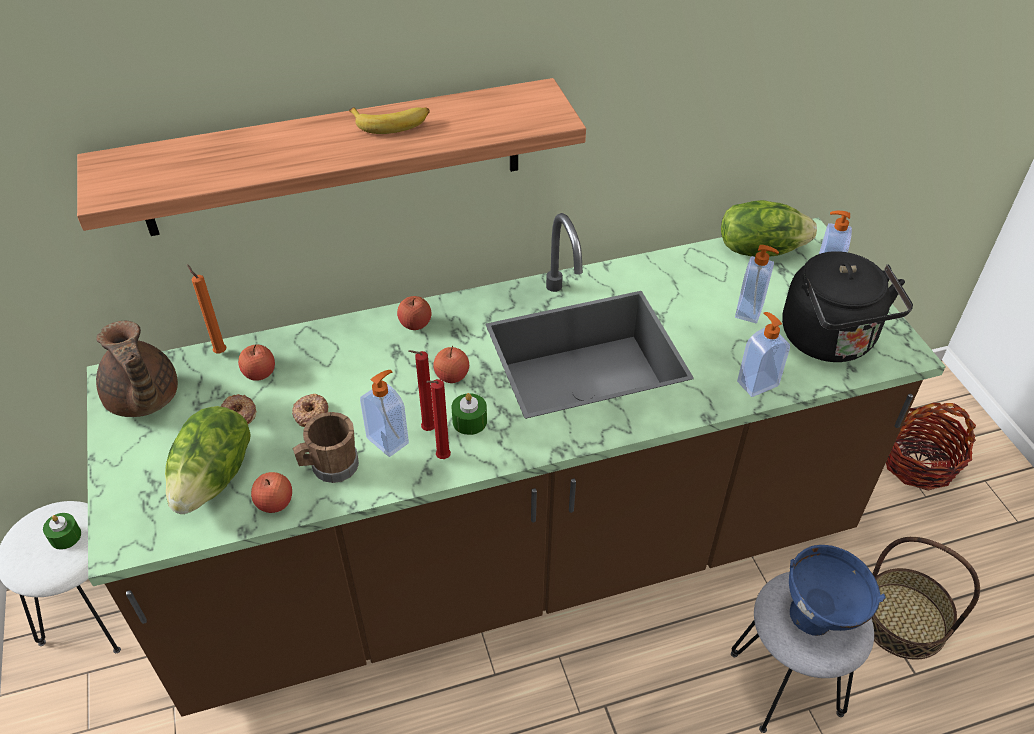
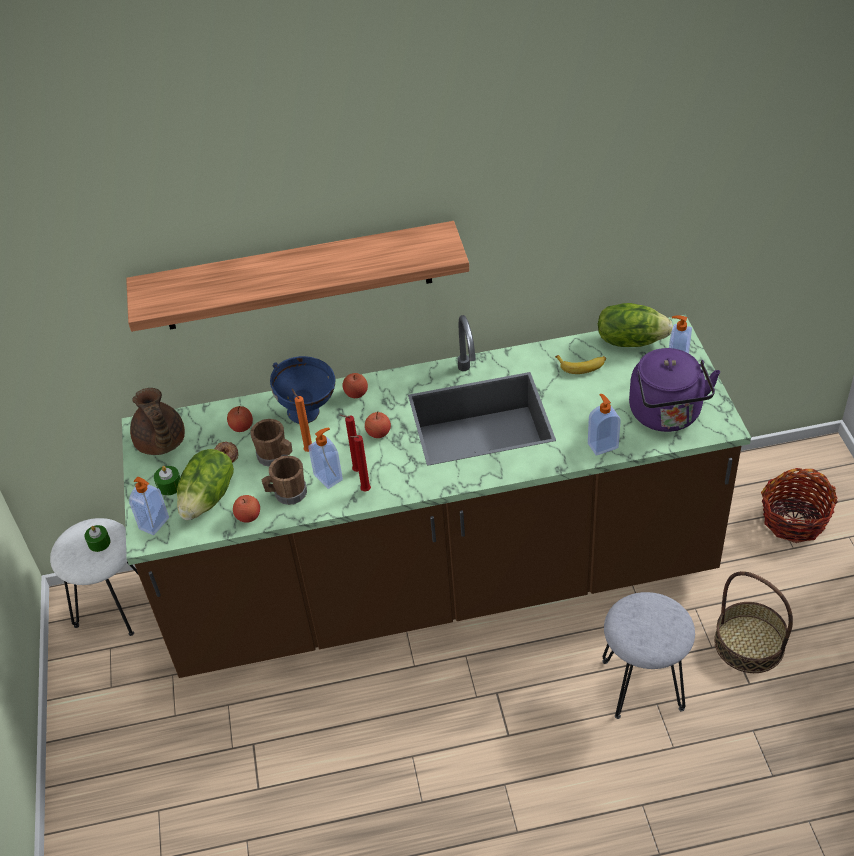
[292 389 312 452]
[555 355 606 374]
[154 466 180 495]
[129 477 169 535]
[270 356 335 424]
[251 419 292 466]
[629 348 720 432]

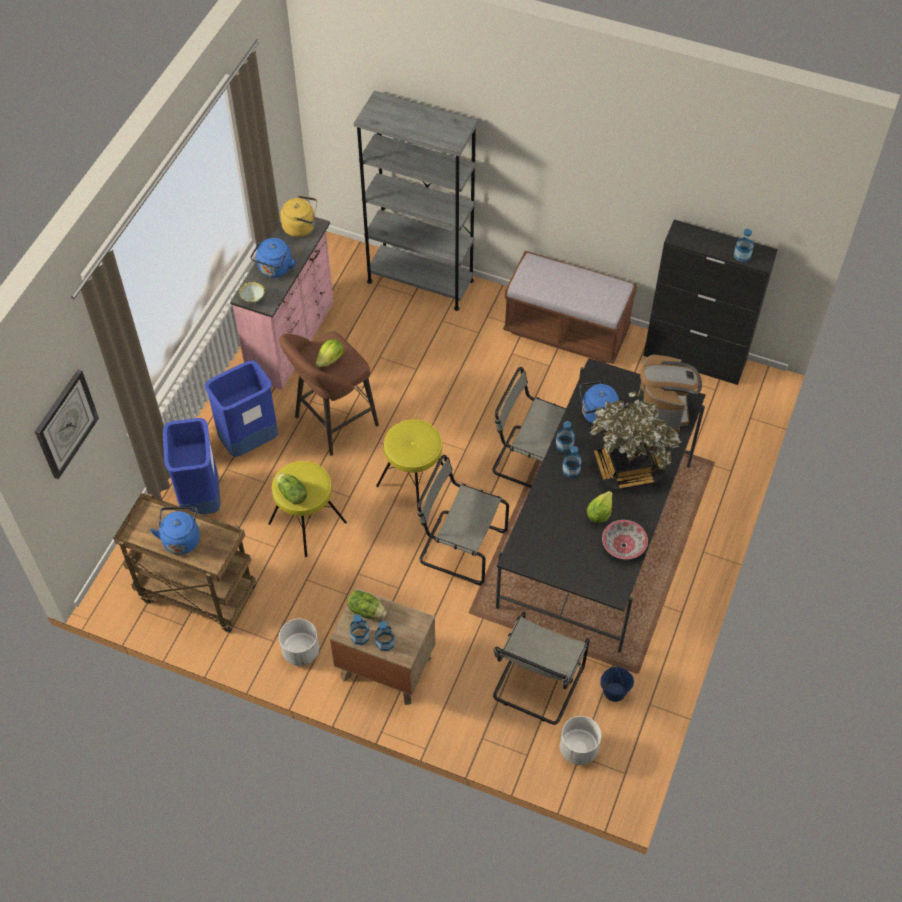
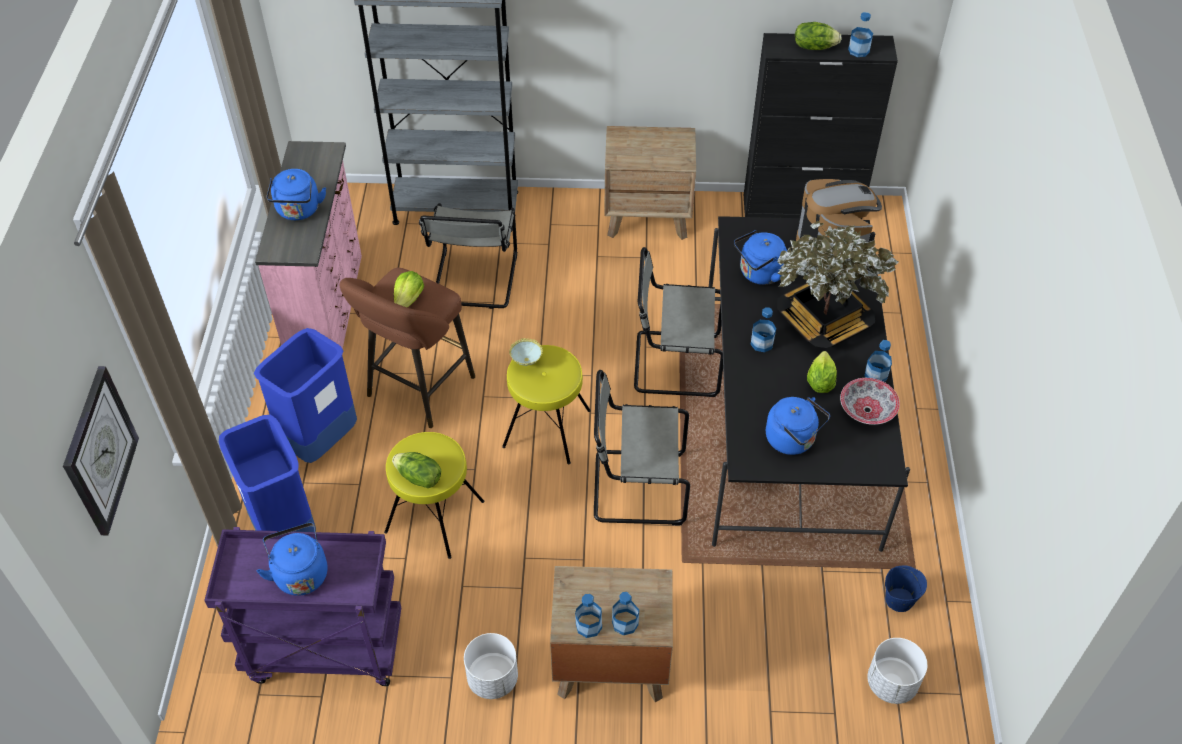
[280 195 317 237] (first image)
[766 397 830 455]
[509 338 543 366]
[795 22 842 50]
[419 203 517 309]
[864 340 892 382]
[604 126 696 240]
[204 527 401 686]

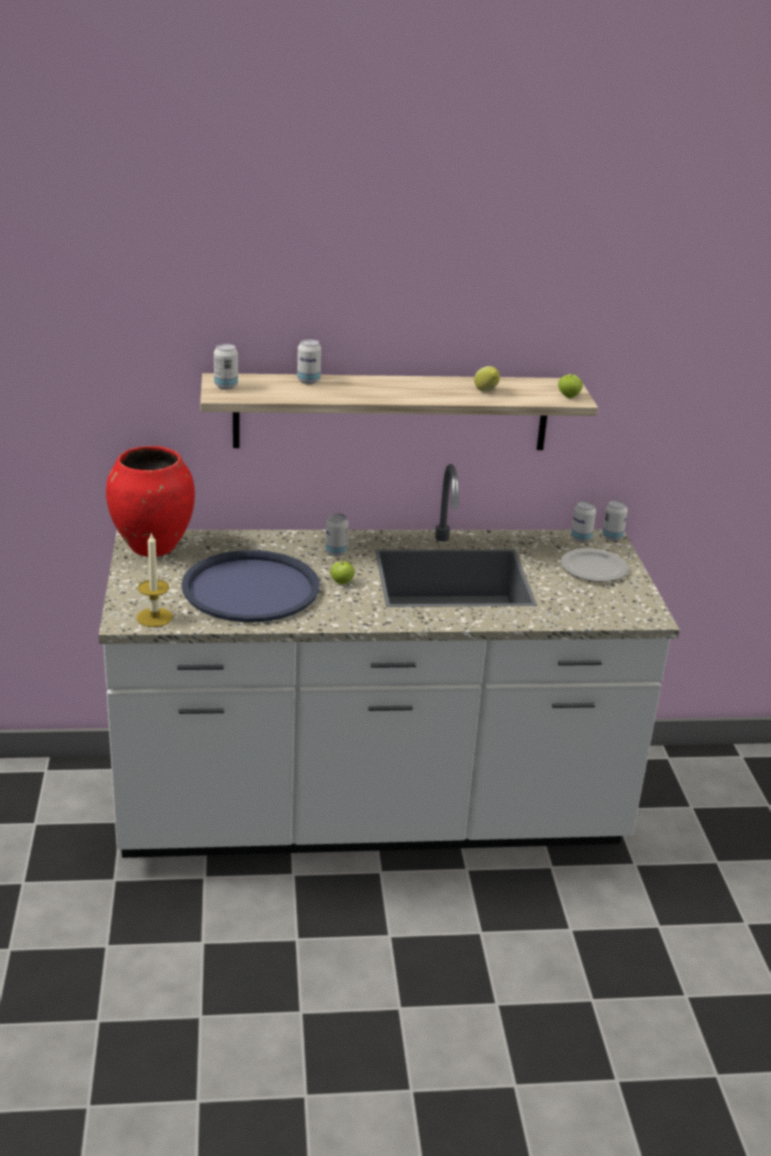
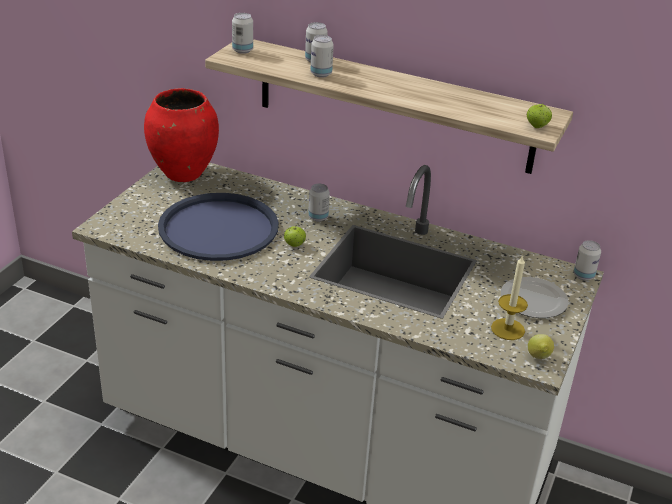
[491 255 528 340]
[528 334 554 359]
[310 35 334 78]

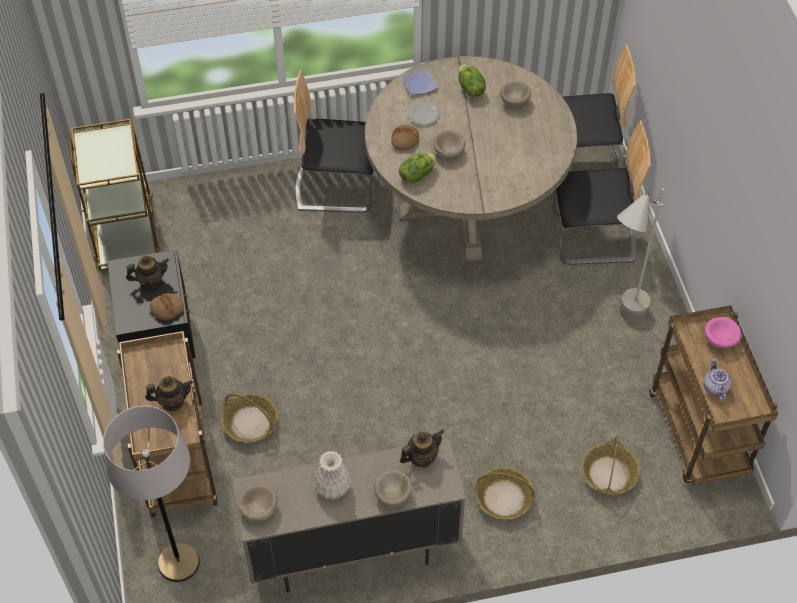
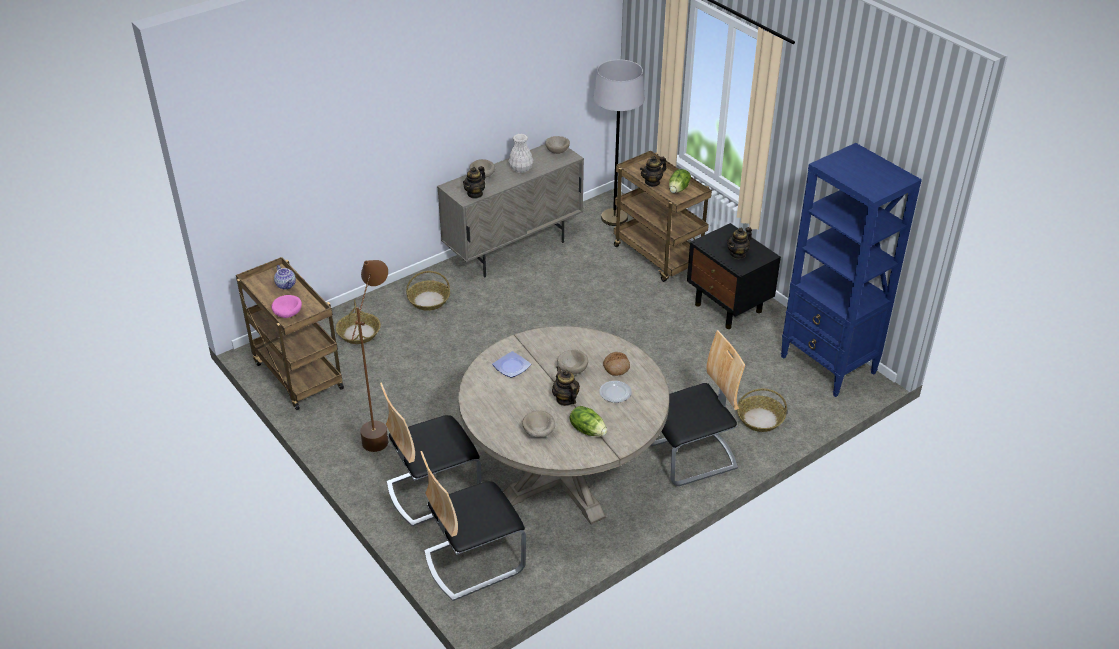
[150 293 184 320] (first image)
[552 366 580 406]
[737 388 787 432]
[669 169 691 193]
[492 351 531 378]
[781 143 922 397]
[352 260 388 452]

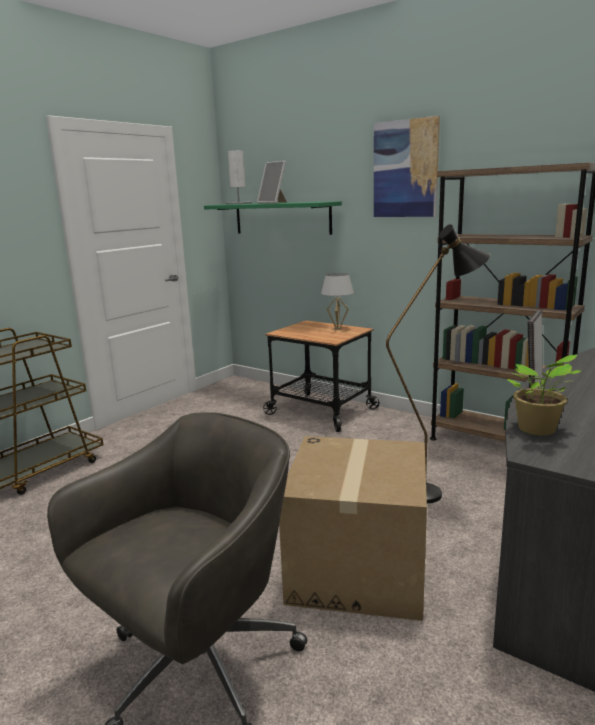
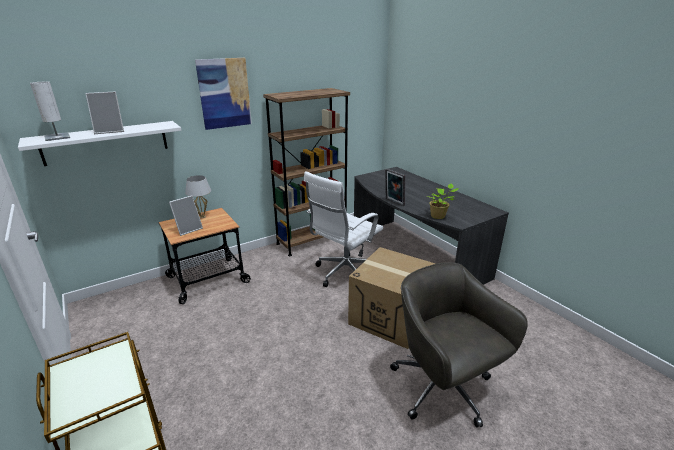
[169 196 203 236]
[304 171 383 287]
[18 121 182 166]

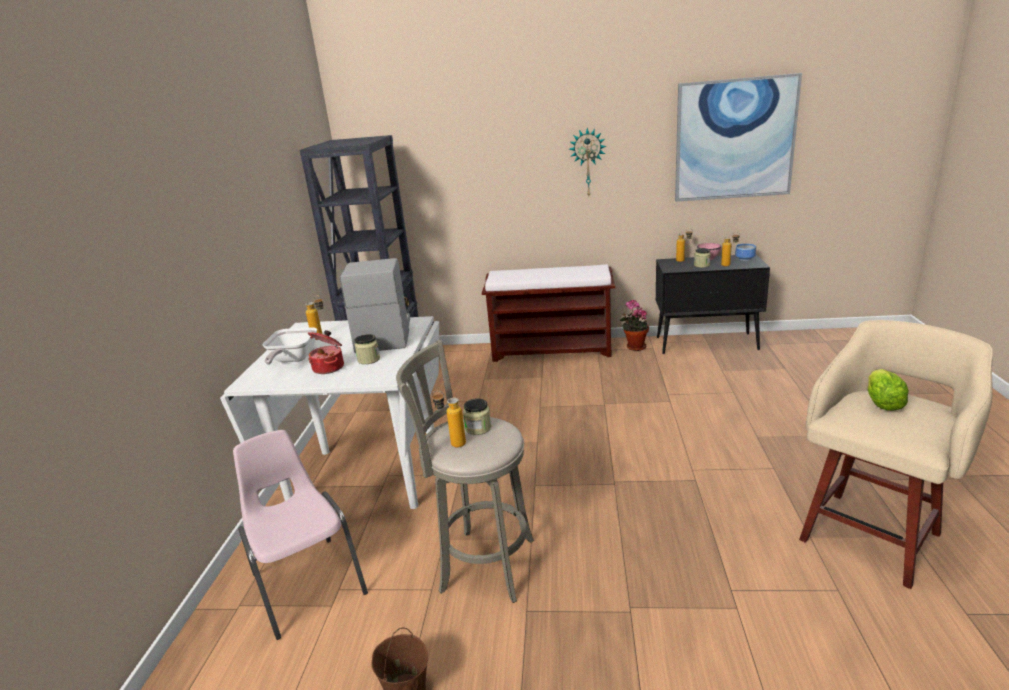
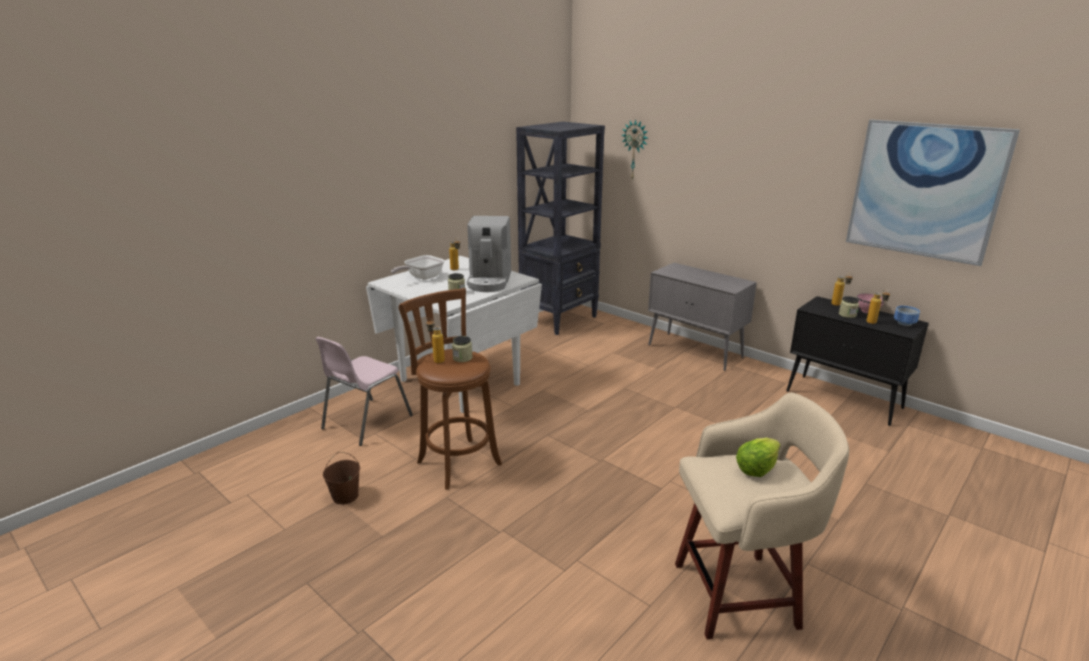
[308 330 344 374] (first image)
[620 300 649 351] (first image)
[621 119 648 180]
[648 263 757 371]
[398 288 502 490]
[315 337 413 446]
[467 216 511 292]

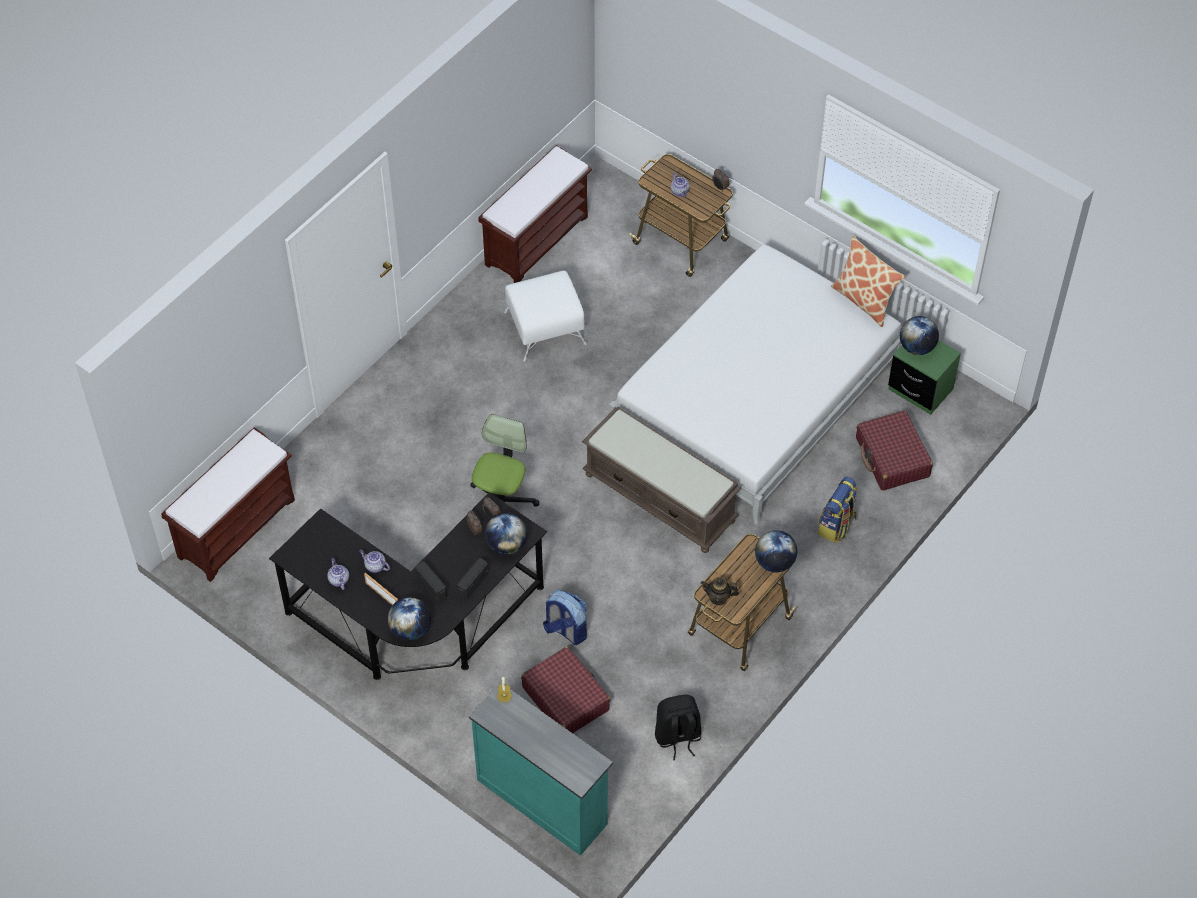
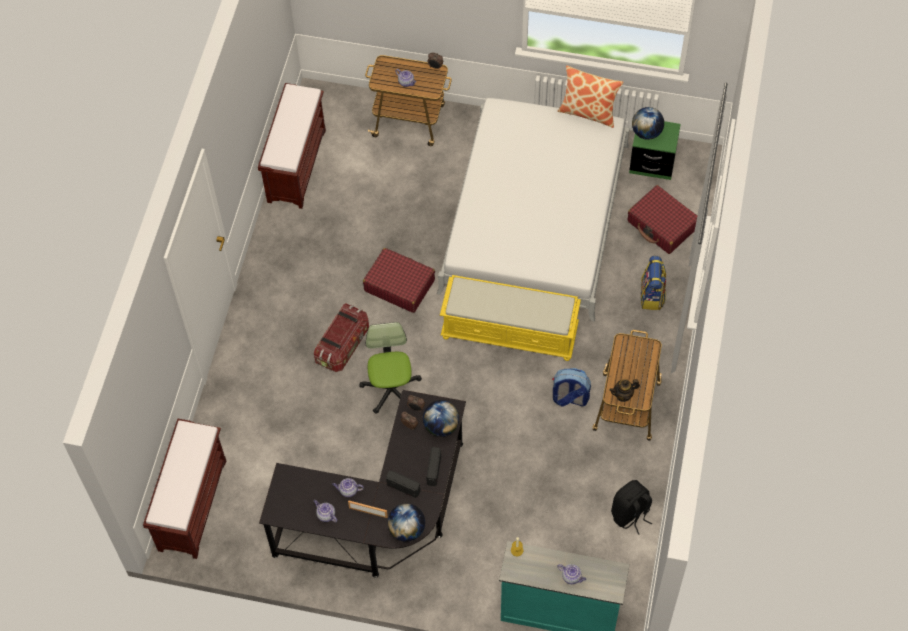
[504 271 587 362] (first image)
[755 530 797 573] (first image)
[314 303 369 372]
[557 564 587 584]
[363 248 435 313]
[552 368 591 407]
[440 275 581 361]

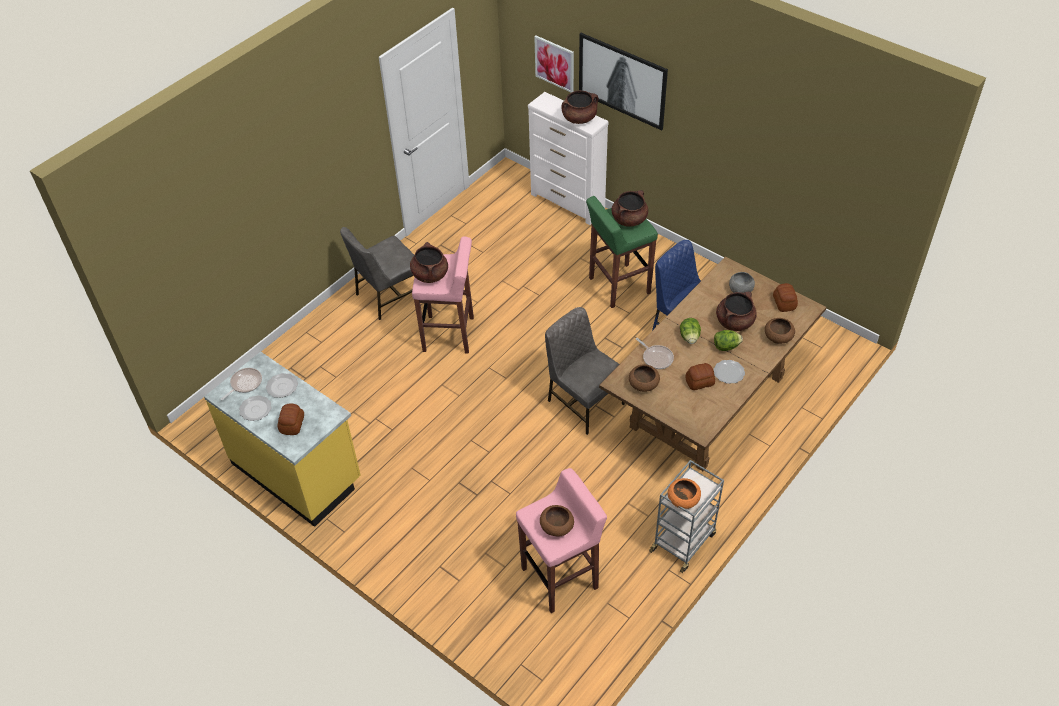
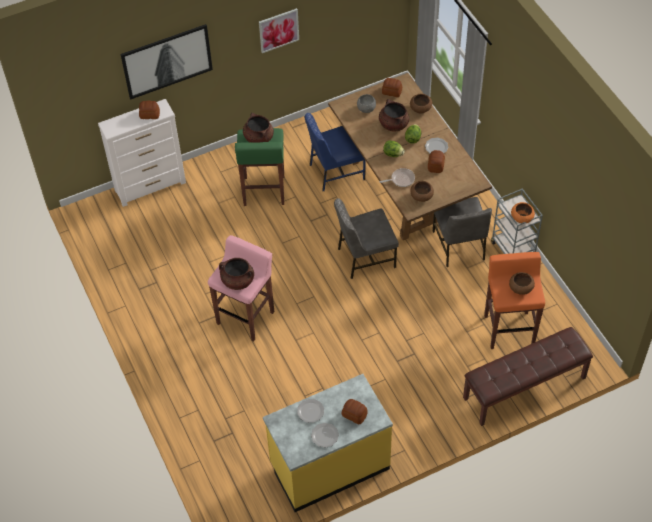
[221 368 262 401] (first image)
[463 327 593 426]
[433 197 492 267]
[259 8 299 53]
[139 101 160 119]
[484 252 545 349]

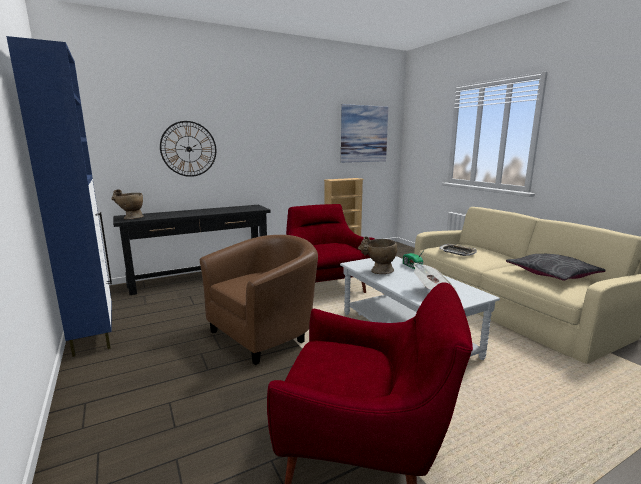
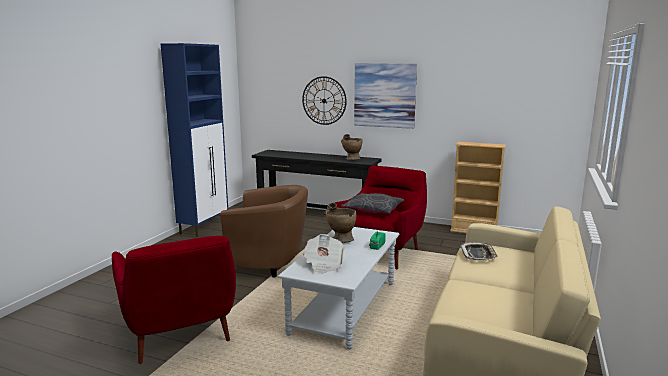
[341 134 362 160]
[354 63 417 129]
[341 193 404 214]

